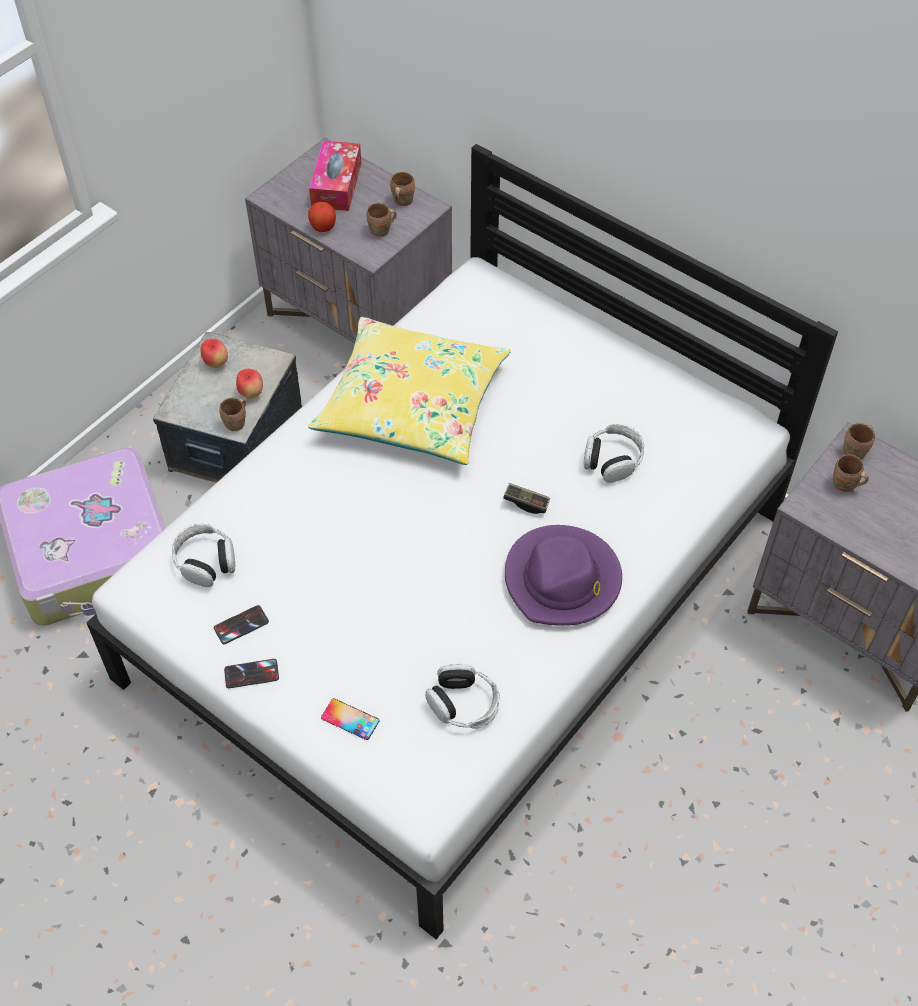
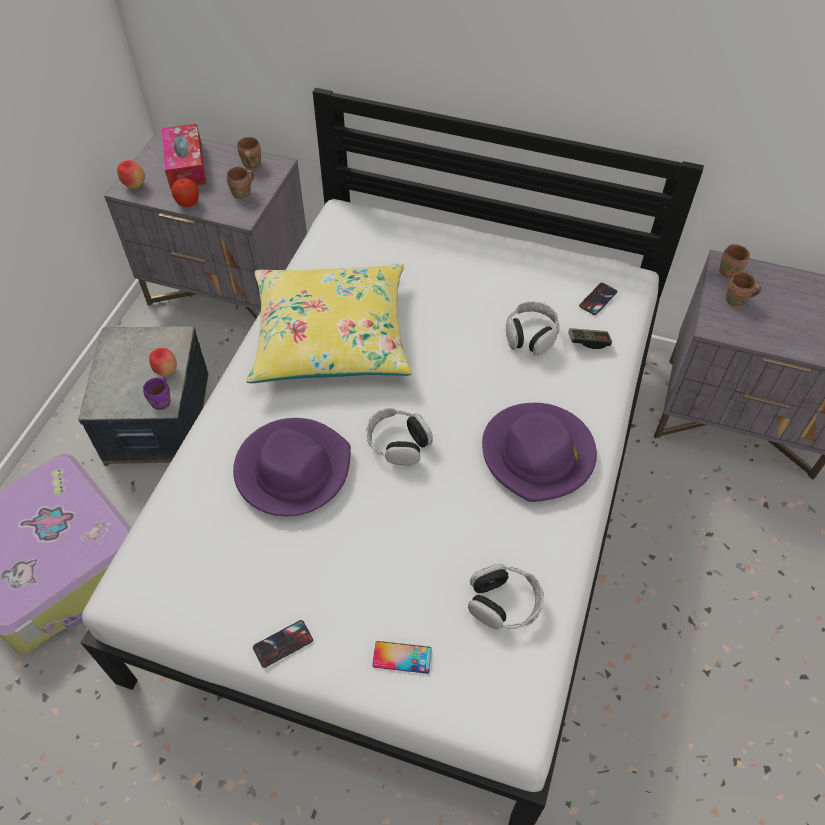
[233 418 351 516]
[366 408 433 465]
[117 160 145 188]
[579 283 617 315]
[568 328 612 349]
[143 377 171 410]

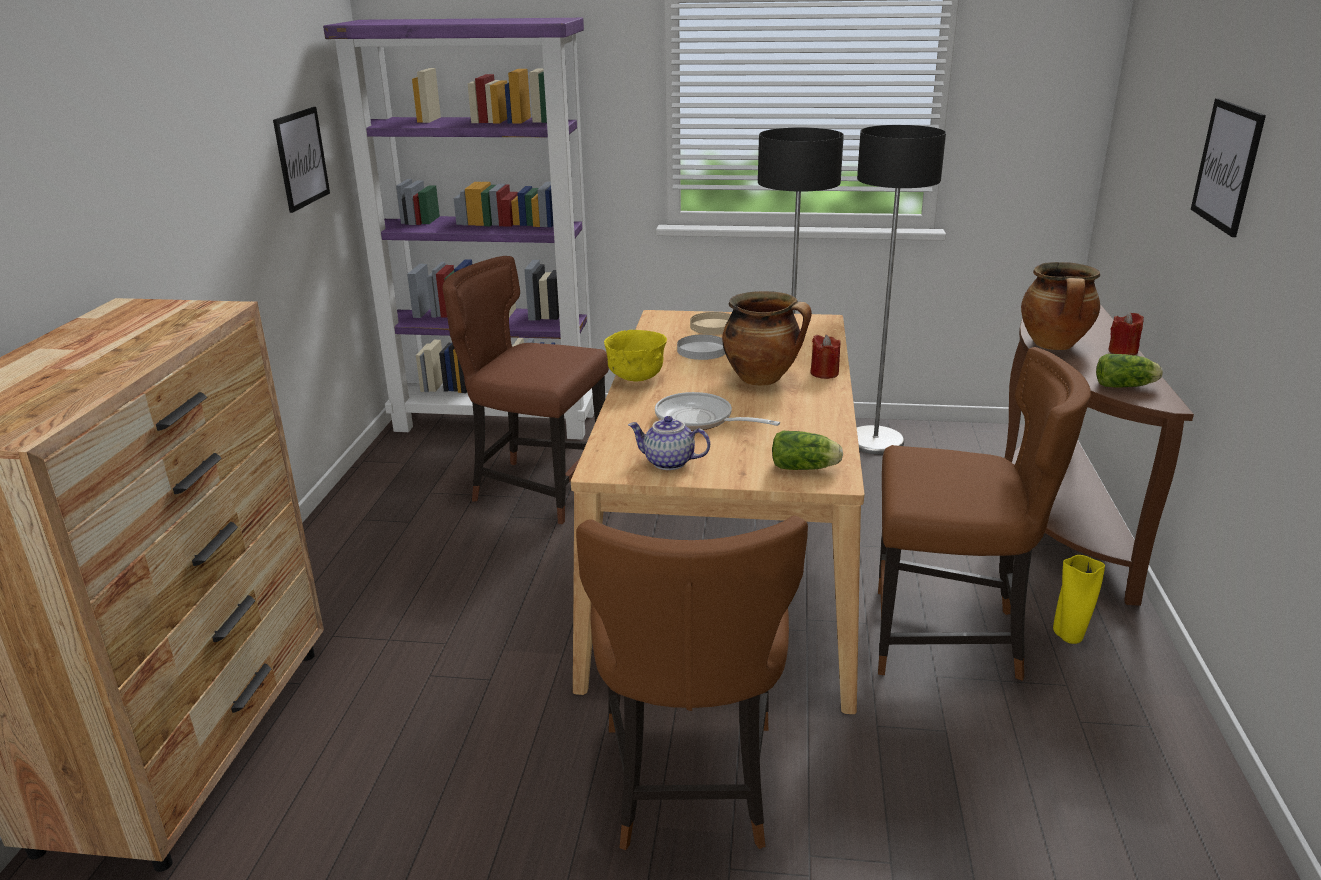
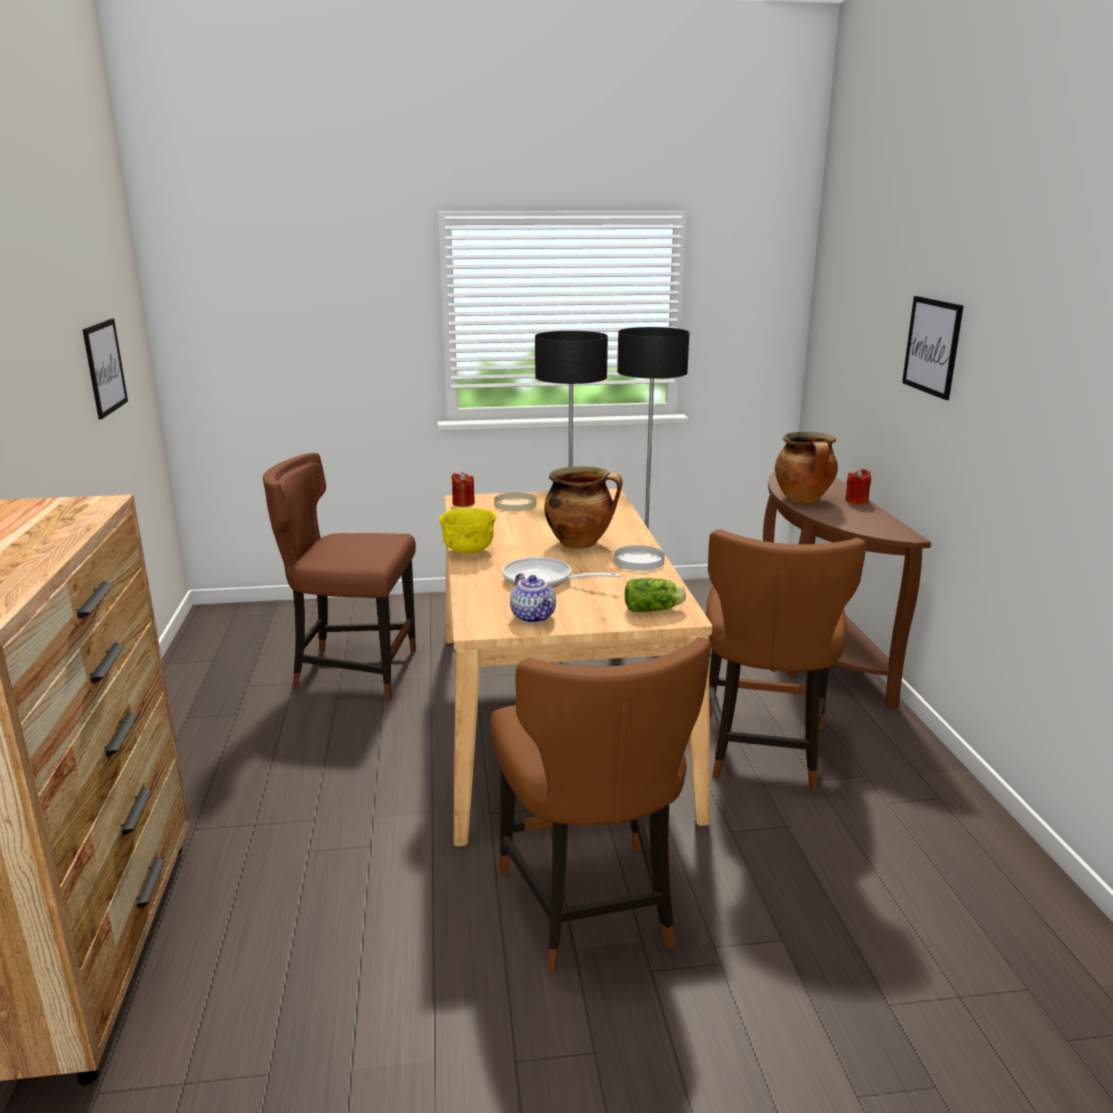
[323 18 594 440] (first image)
[1053 555 1105 644] (first image)
[1096 354 1163 388] (first image)
[614 545 665 571]
[451 472 475 507]
[510 573 556 623]
[706 529 866 790]

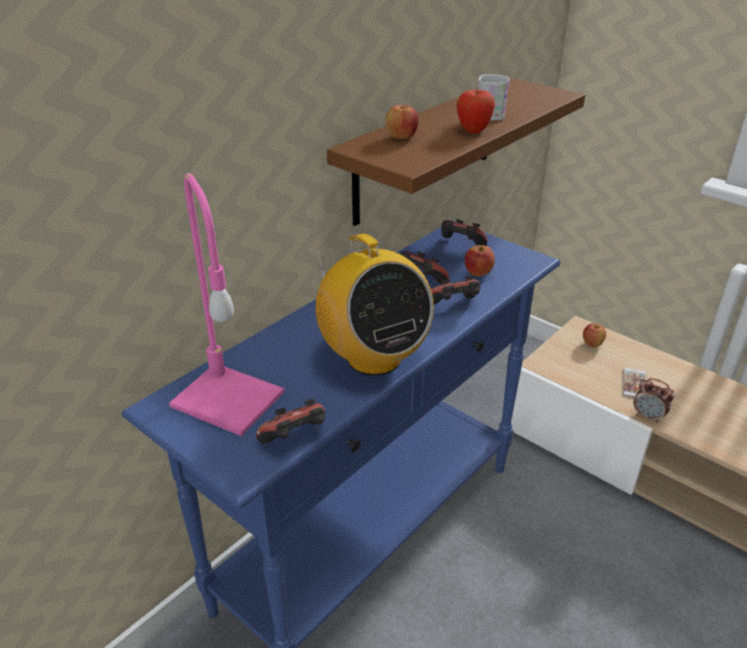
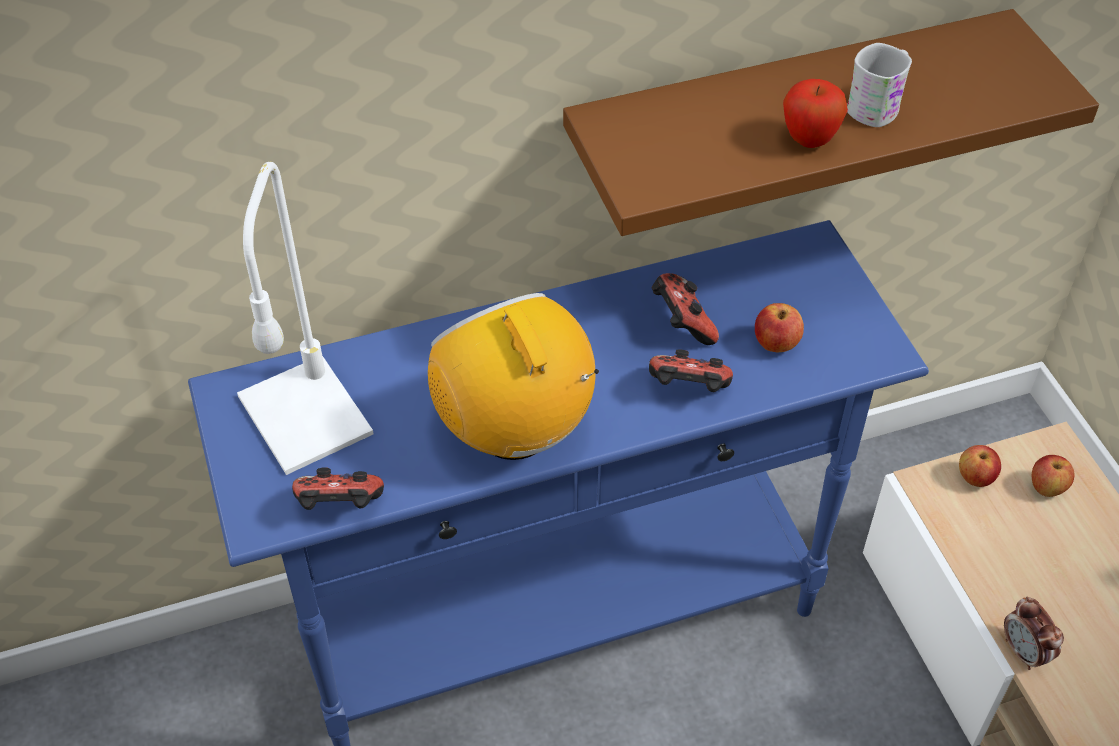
[441 219 487 246] (first image)
[622 368 646 398] (first image)
[959 445 1001 487]
[237 162 374 475]
[428 293 599 460]

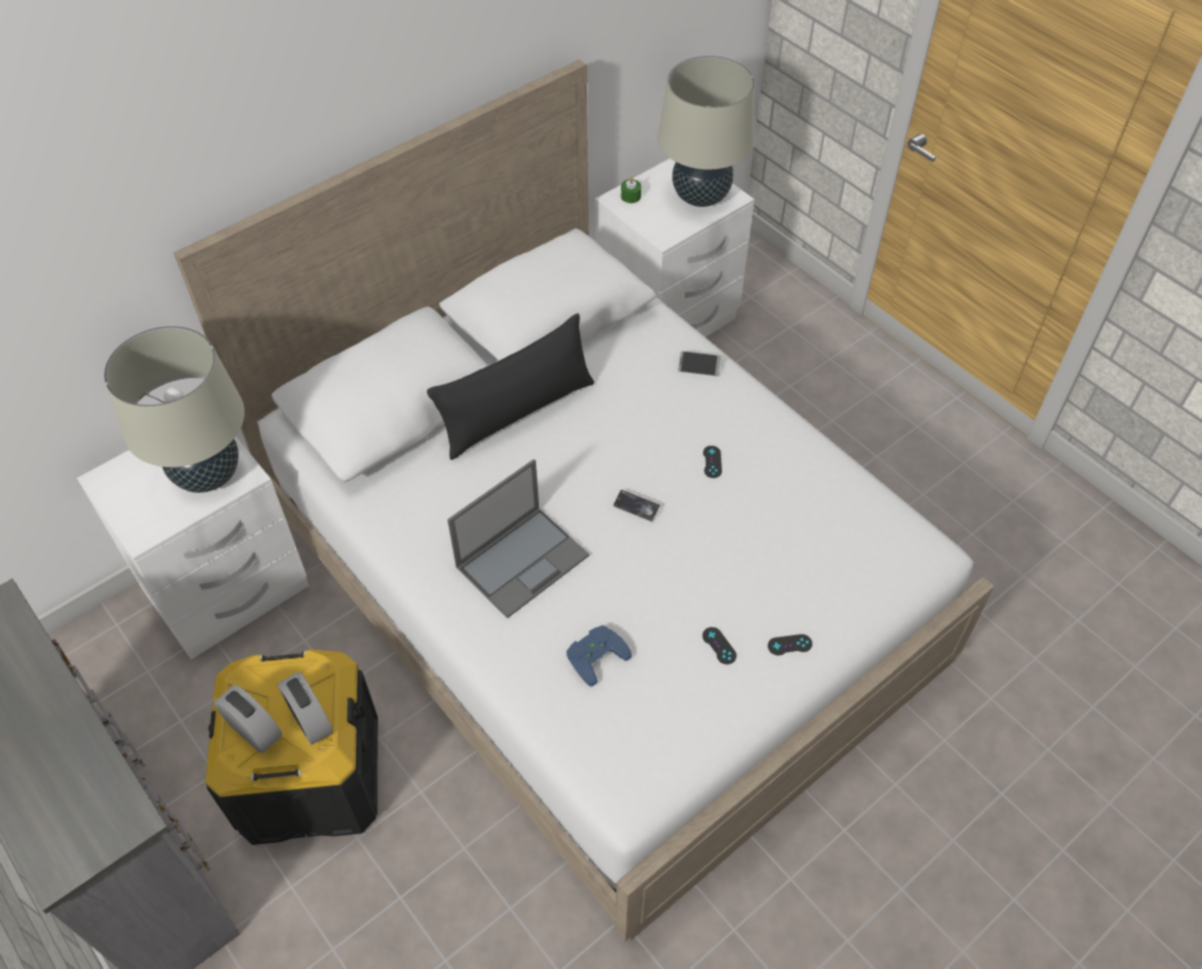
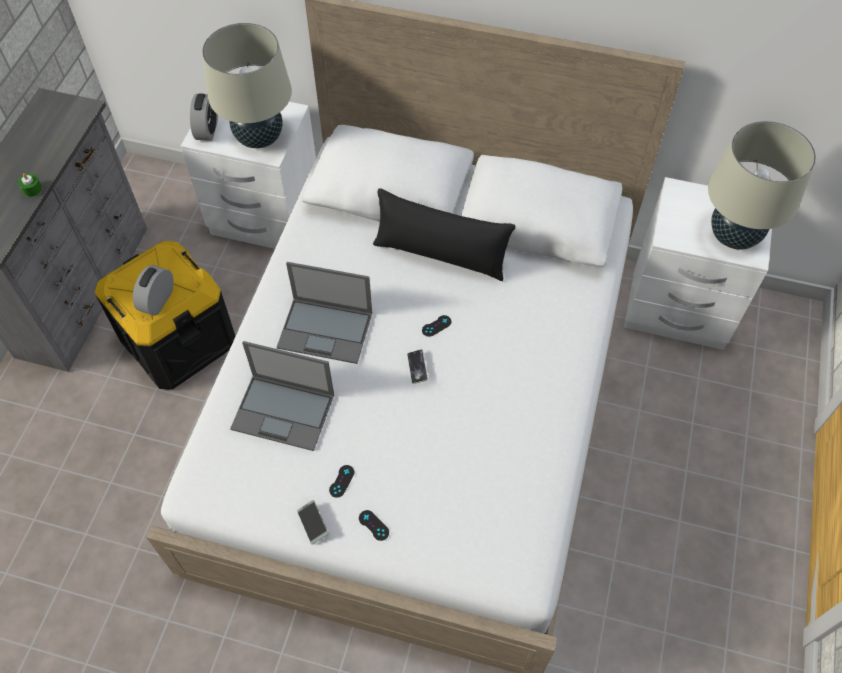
[190 94 218 141]
[18 173 42 197]
[297 500 328 545]
[422 315 452 337]
[230 341 334 451]

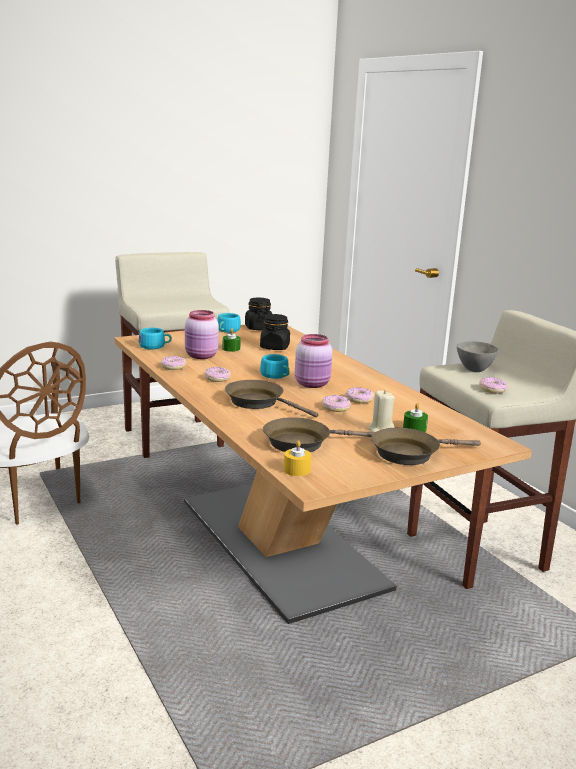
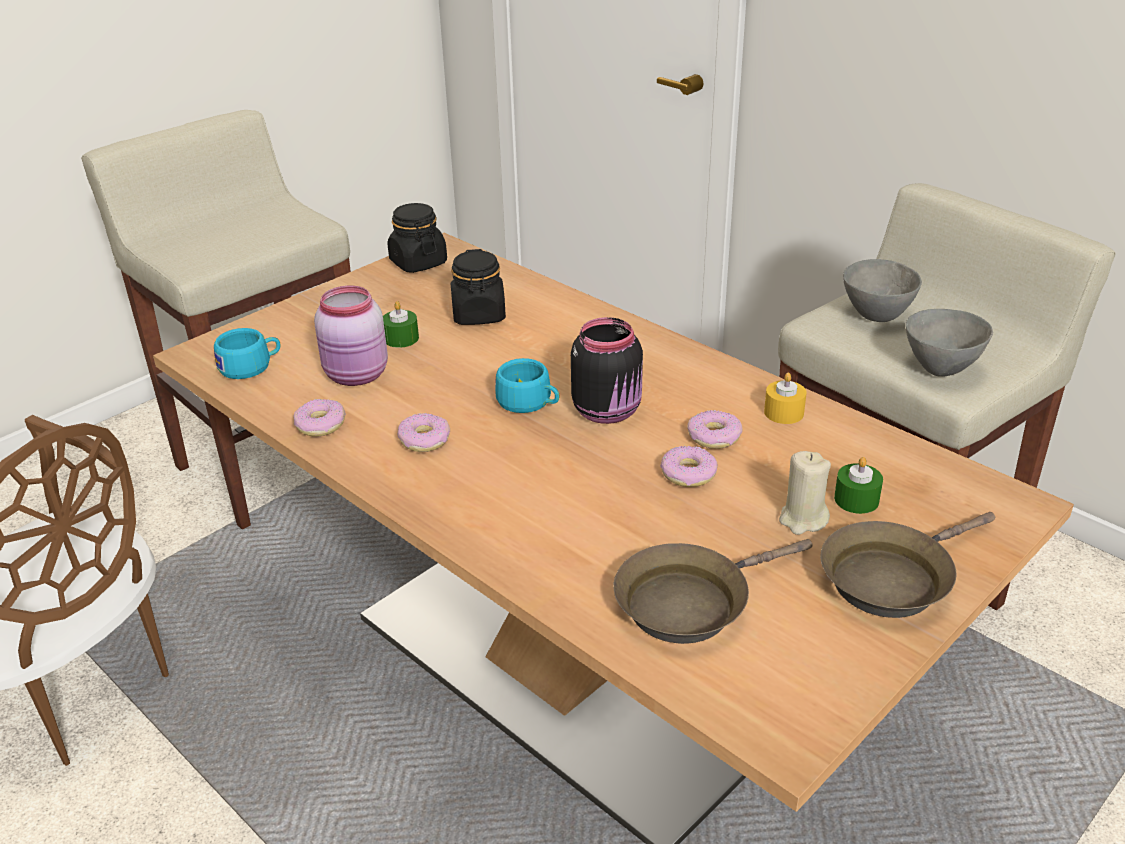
[217 313 241 333] (first image)
[225 380 319 417] (first image)
[764 372 807 424]
[906 309 993 377]
[571 317 643 424]

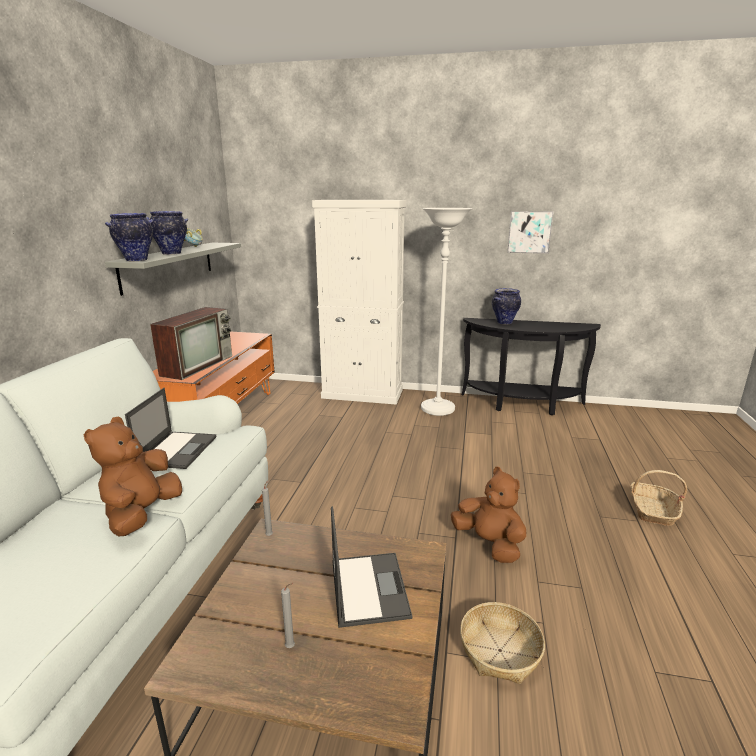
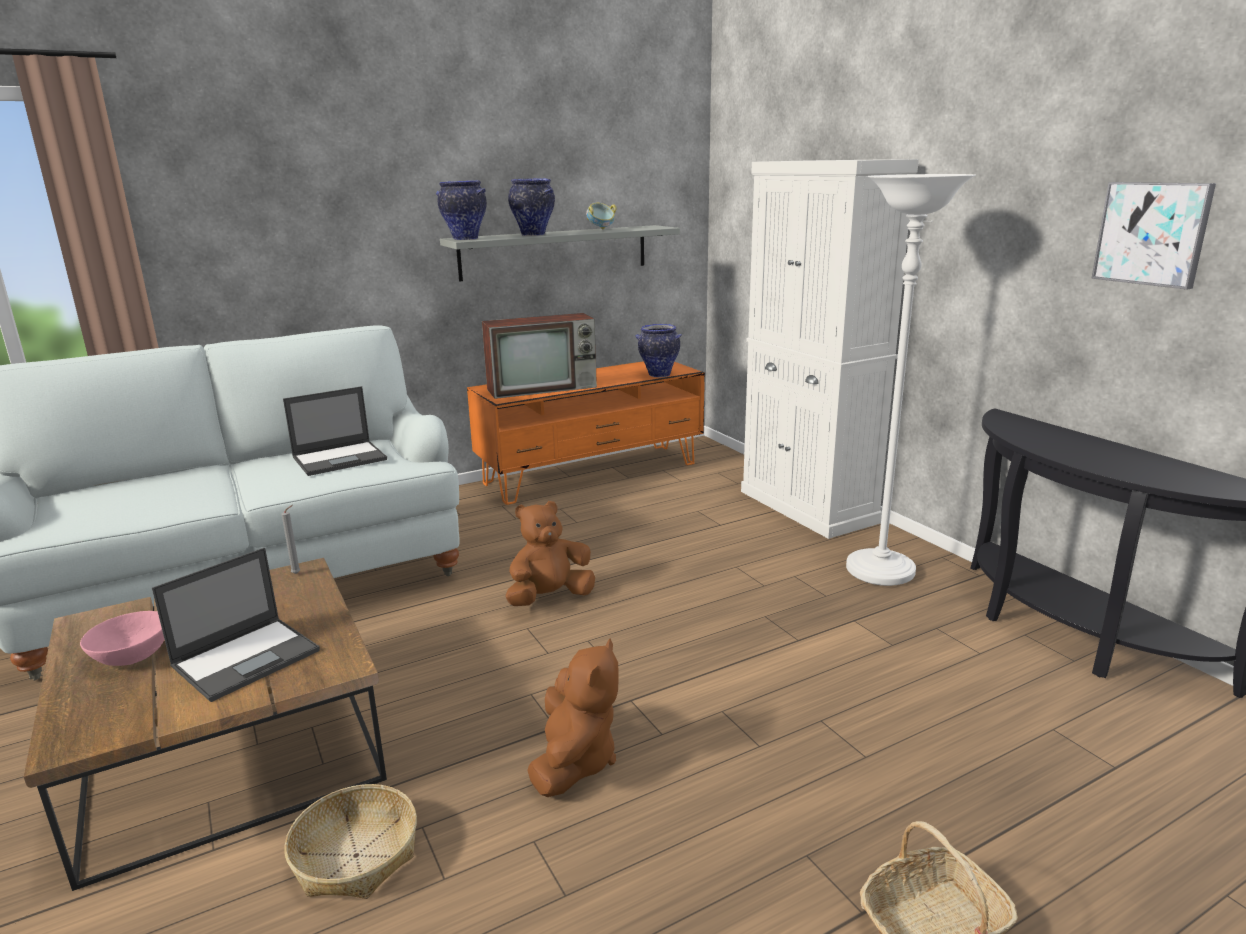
[505 501 595 606]
[635 324 682 377]
[80 611 164 666]

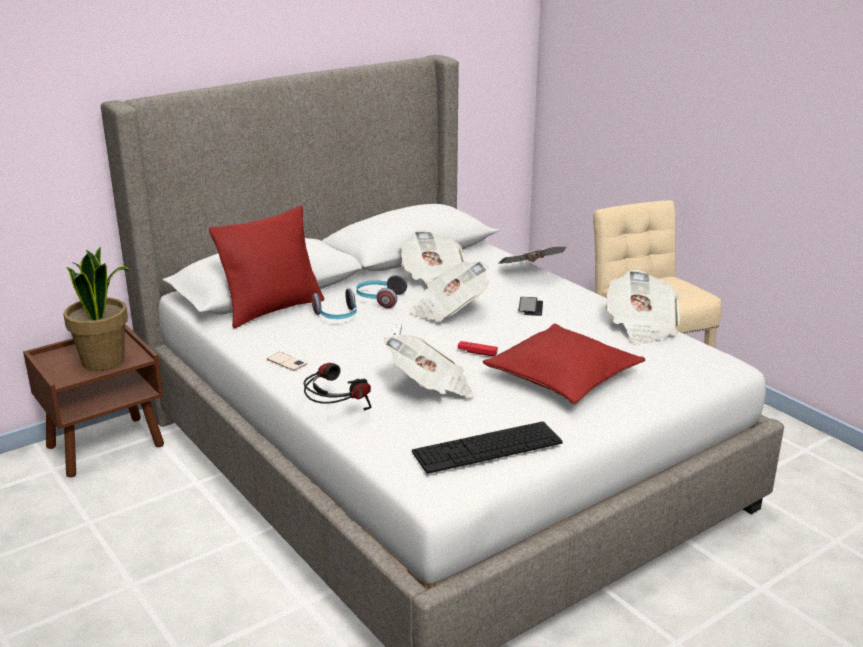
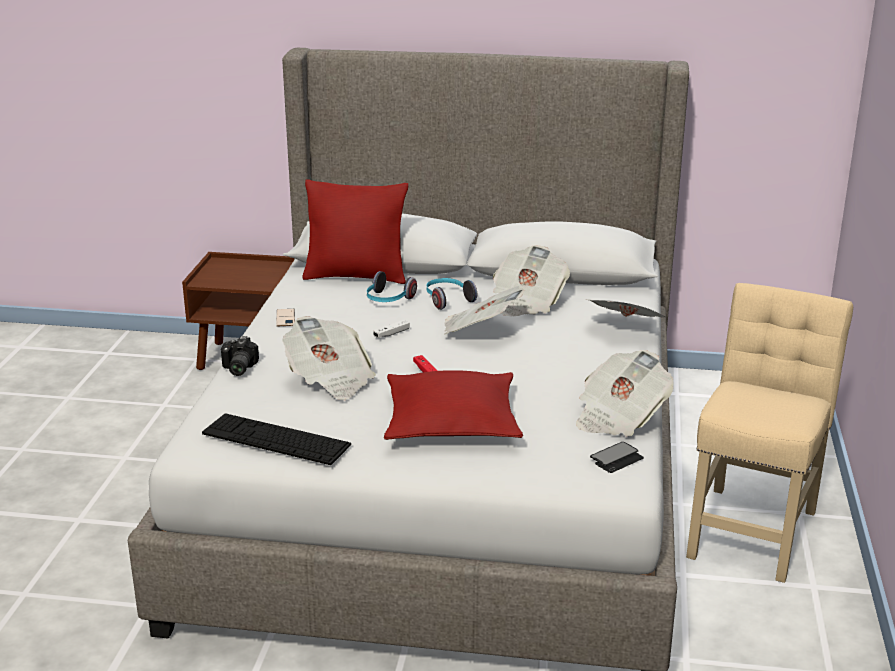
[63 247 131 371] (first image)
[590 442 644 473]
[221 336 259 376]

